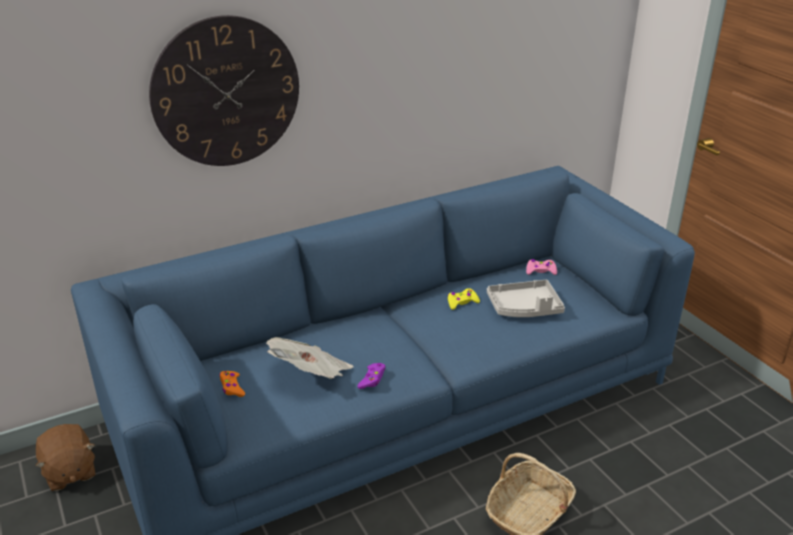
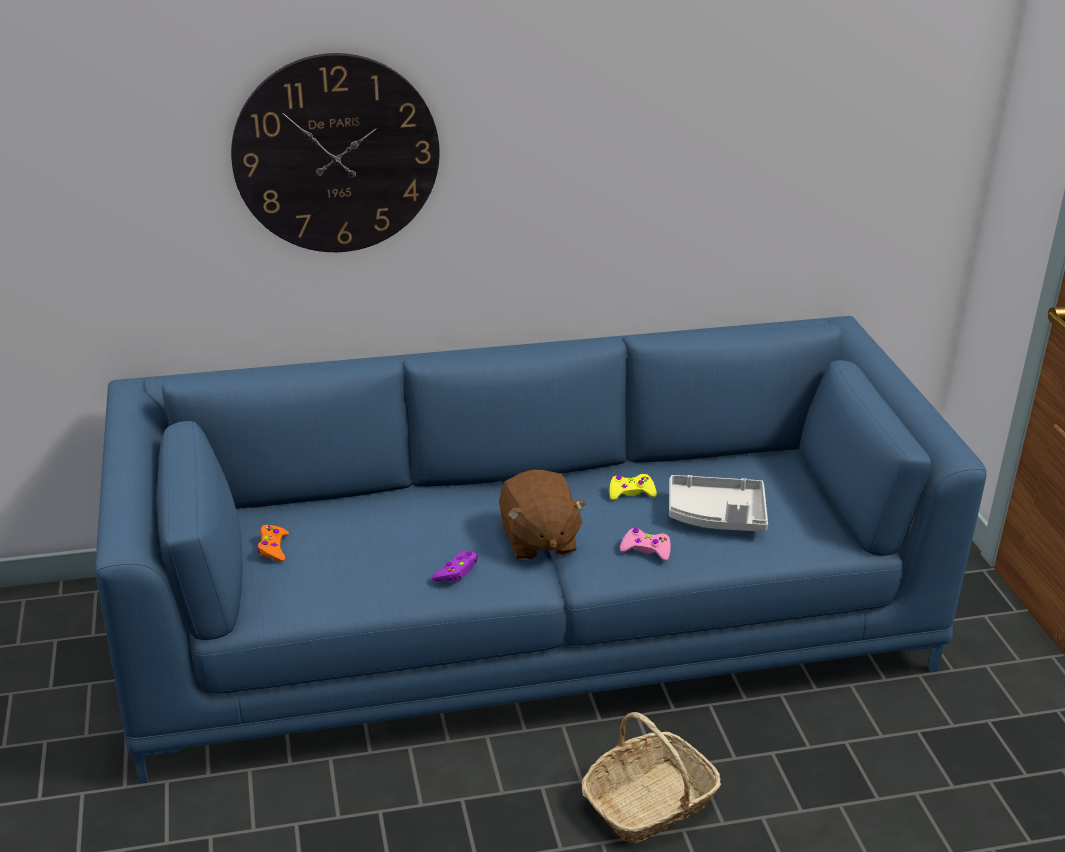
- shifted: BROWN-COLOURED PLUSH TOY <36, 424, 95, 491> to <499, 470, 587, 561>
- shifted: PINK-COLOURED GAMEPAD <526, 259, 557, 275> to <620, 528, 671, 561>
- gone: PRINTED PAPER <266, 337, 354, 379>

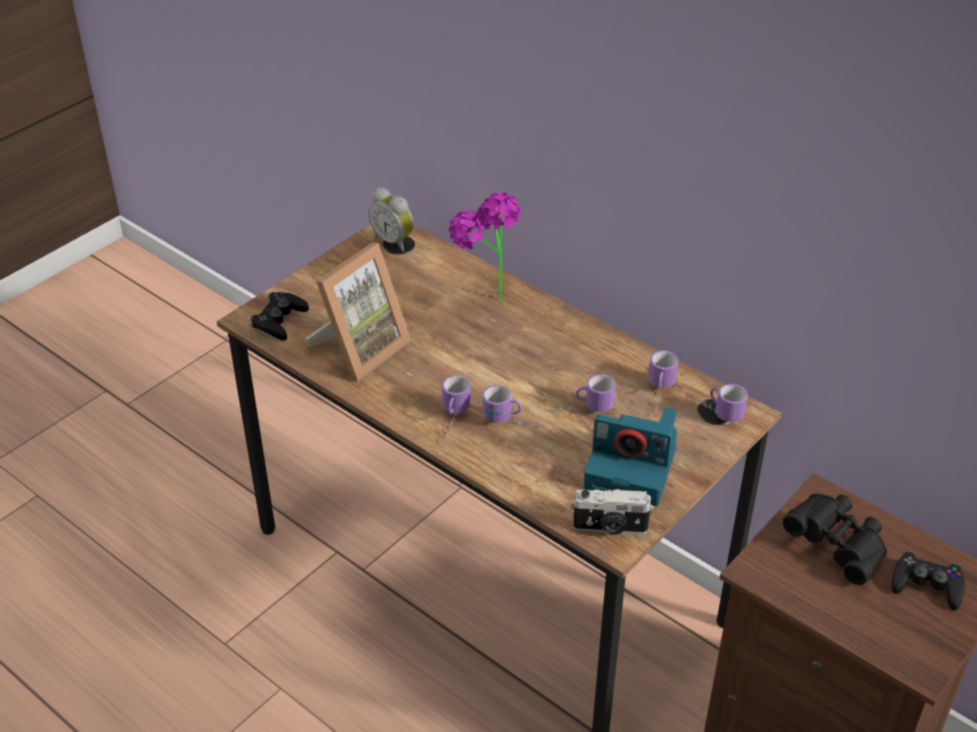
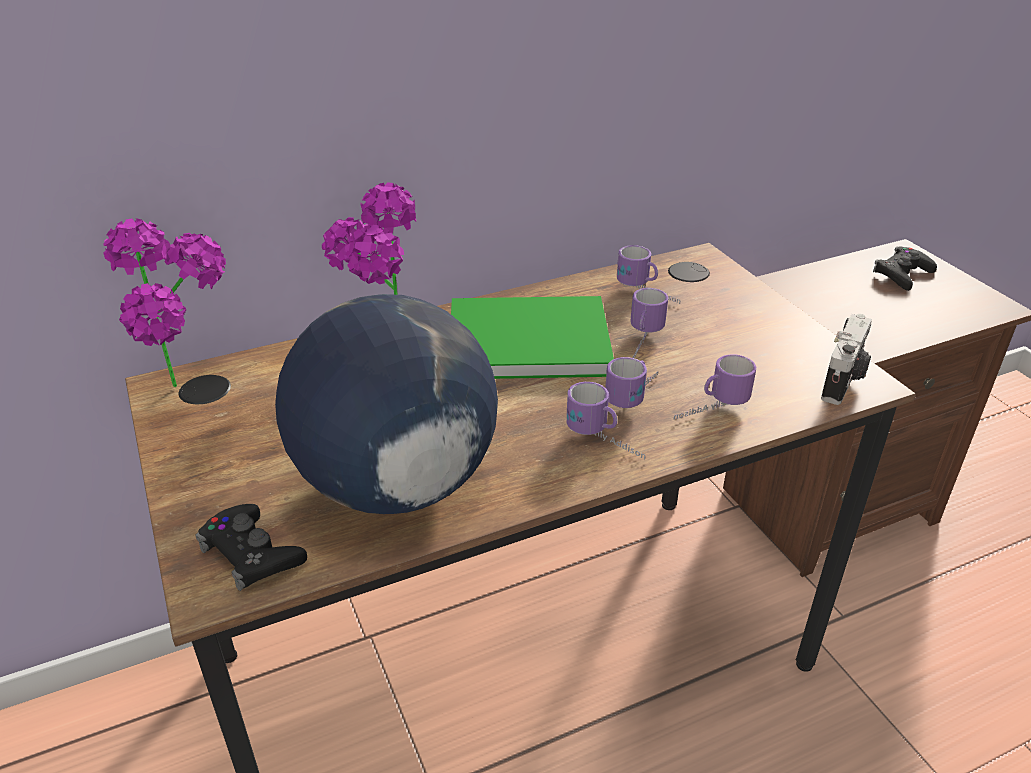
- swapped: BEDSIDE CLOCK <368, 188, 414, 252> to POTTED PLANT <103, 218, 226, 388>
- swapped: PICTURE FRAME <305, 242, 411, 381> to WORLD GLOBE <275, 294, 498, 514>
- new: GREENISH VOLUME <451, 296, 614, 379>
- shifted: TEA MUG <688, 384, 748, 422> to <674, 354, 756, 420>
- gone: PHOTO CAMERA <584, 408, 677, 506>
- gone: BLACKISH FIELD GLASSES <783, 494, 887, 585>

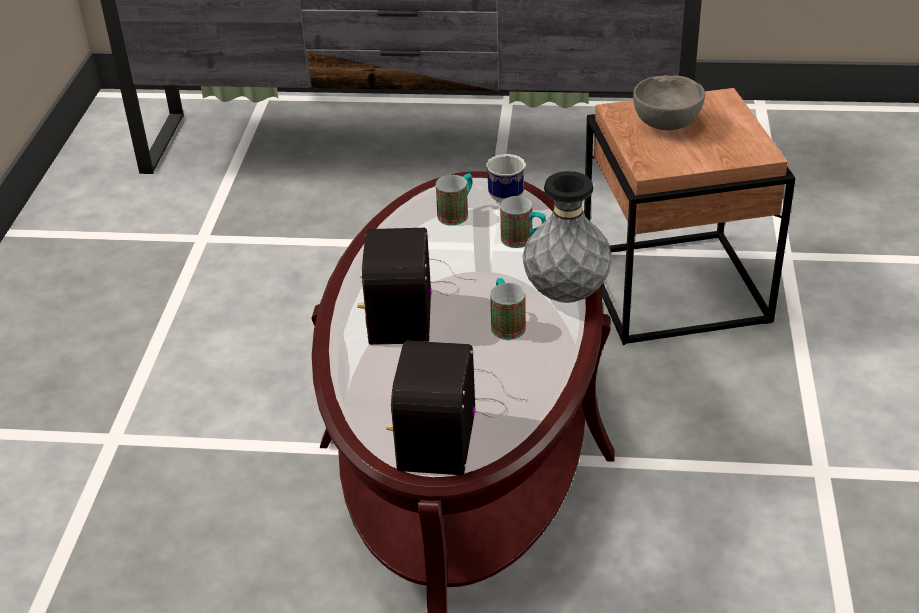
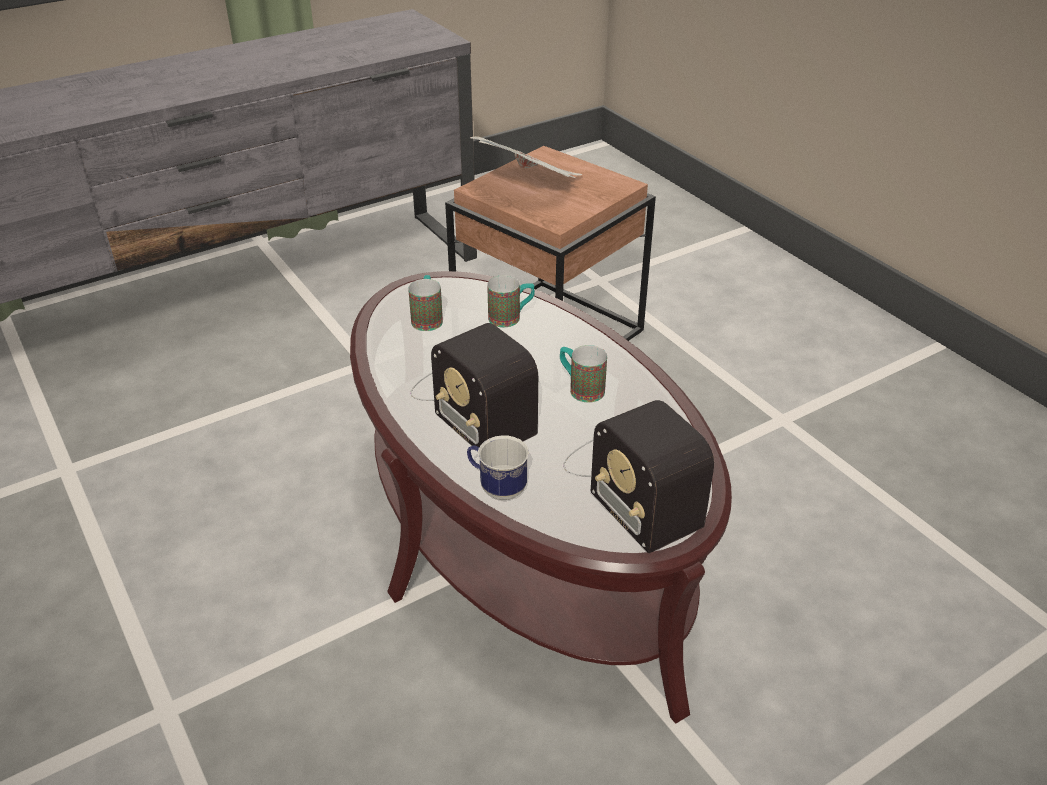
- shifted: TEA MUG <486, 154, 525, 203> to <467, 436, 529, 500>
- swapped: GREY BOWL <633, 75, 705, 130> to PRINTED PAPER <470, 136, 583, 178>
- gone: GREY VASE <523, 171, 612, 303>

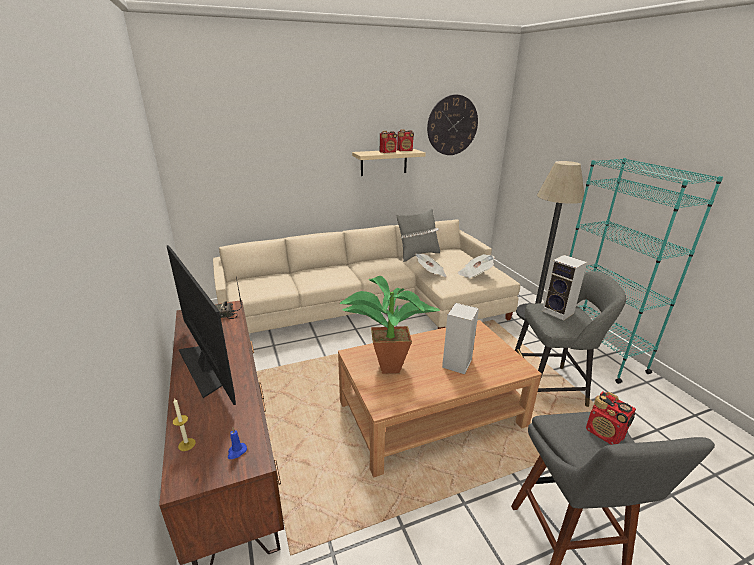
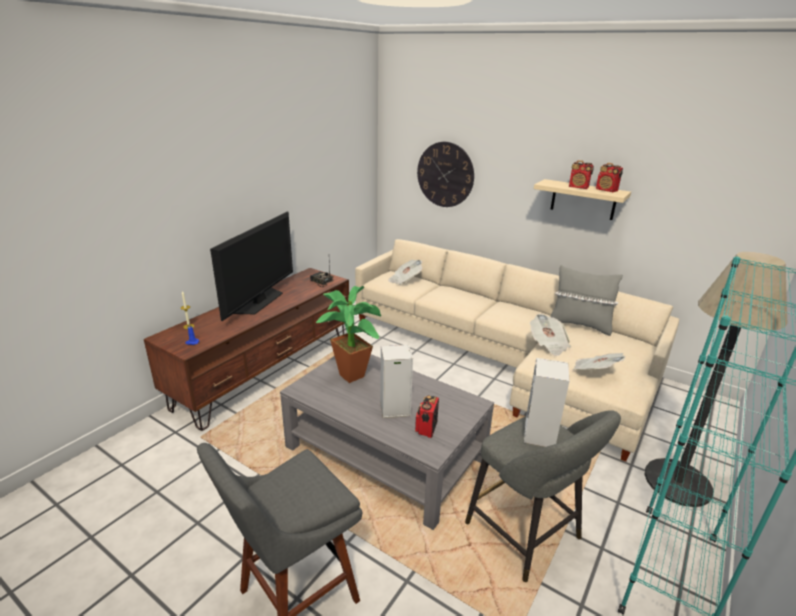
- repainted: BROWN-COLOURED LOW TABLE <338, 320, 542, 478> to GREY LOW TABLE <280, 354, 494, 530>
- new: PRINTED PAPER <388, 260, 422, 285>
- shifted: RADIO RECEIVER <586, 391, 636, 445> to <415, 395, 439, 438>
- shifted: HANGING CLOCK <427, 95, 478, 155> to <417, 142, 474, 207>

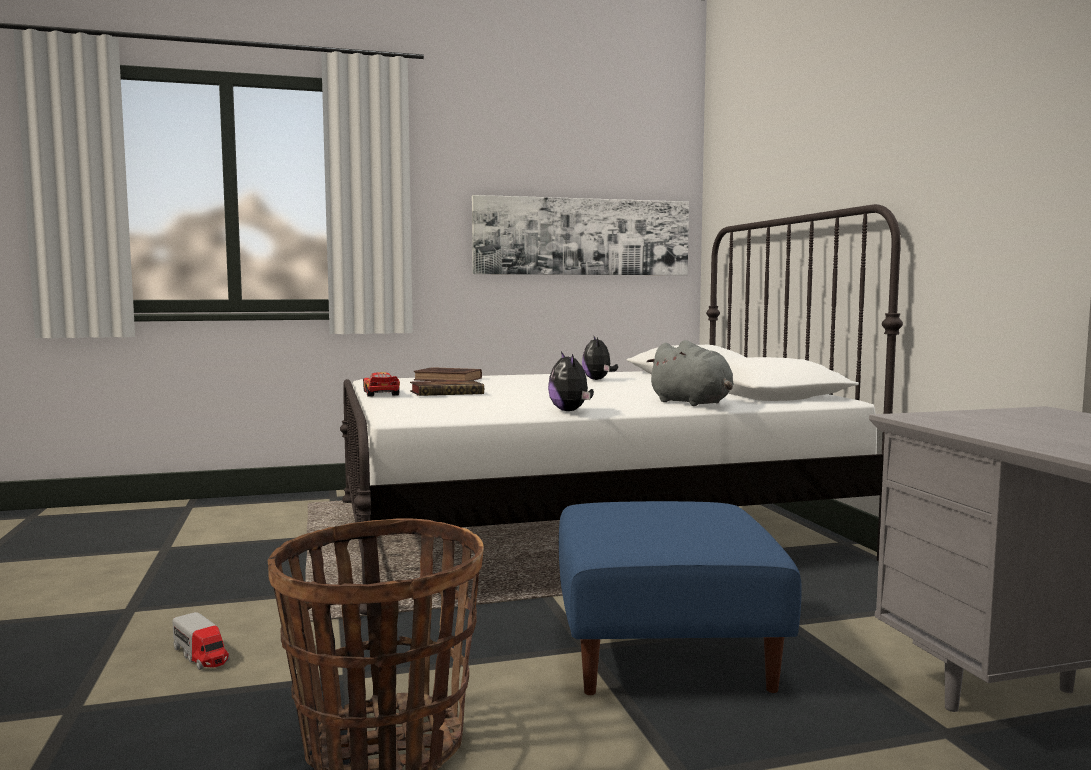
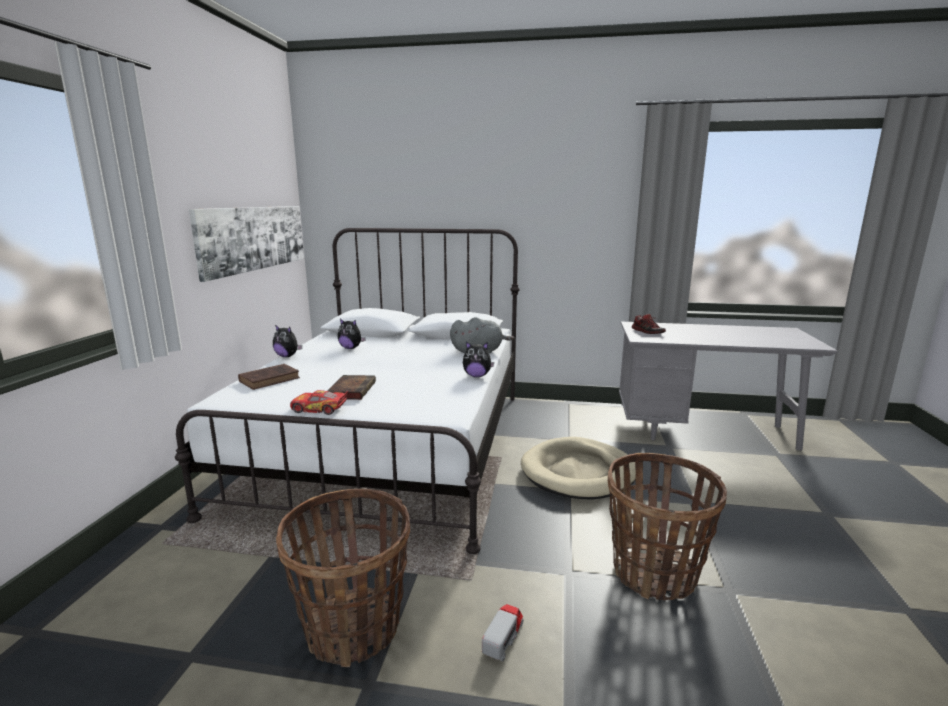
- new: PLUSH TOY <273, 325, 302, 357>
- new: BASKET <276, 489, 410, 667>
- rotated: TOY TRUCK <172, 612, 229, 670> = <482, 604, 523, 661> 45 degrees counterclockwise
- swapped: BLUE-COLOURED FOOTREST <559, 501, 802, 695> to SAND-COLOURED PET BED <521, 437, 636, 500>
- new: SHOE <632, 314, 666, 334>

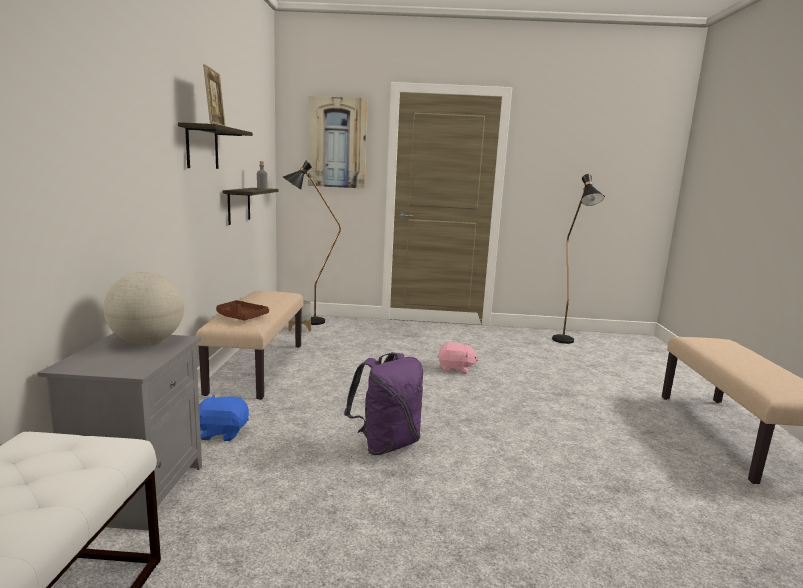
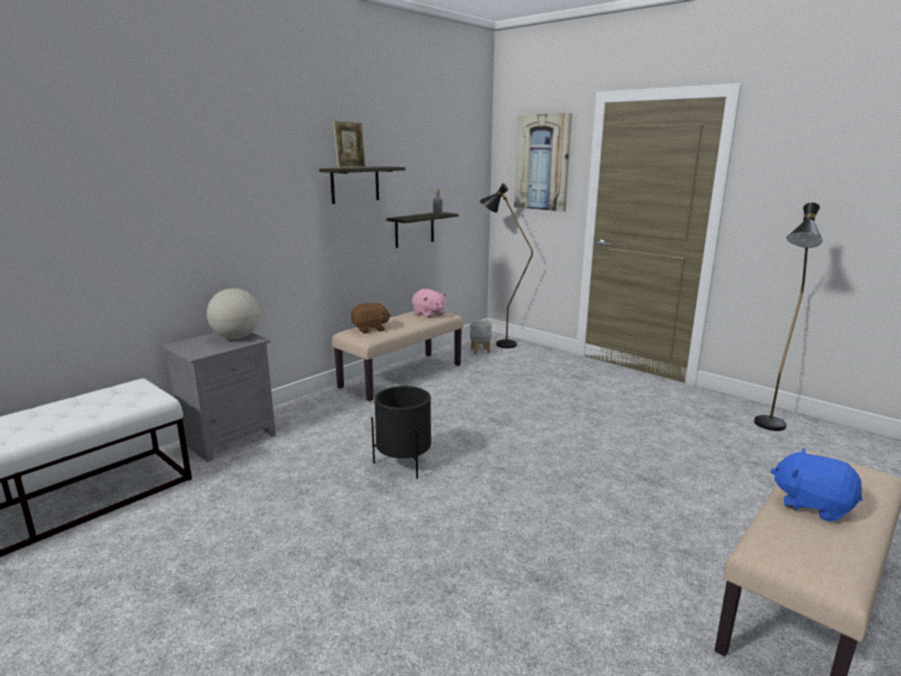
- swapped: BROWN-COLOURED CARRYING TRAY <216, 300, 269, 320> to BROWN-COLOURED PLUSH TOY <351, 303, 391, 334>
- swapped: PURPLE-COLOURED KNAPSACK <344, 352, 423, 455> to BLACKISH PLANT POT <371, 386, 431, 479>
- shifted: PINK-COLOURED PLUSH TOY <437, 342, 478, 374> to <412, 289, 446, 318>
- shifted: BLUE-COLOURED PLUSH TOY <199, 394, 249, 441> to <770, 448, 862, 522>

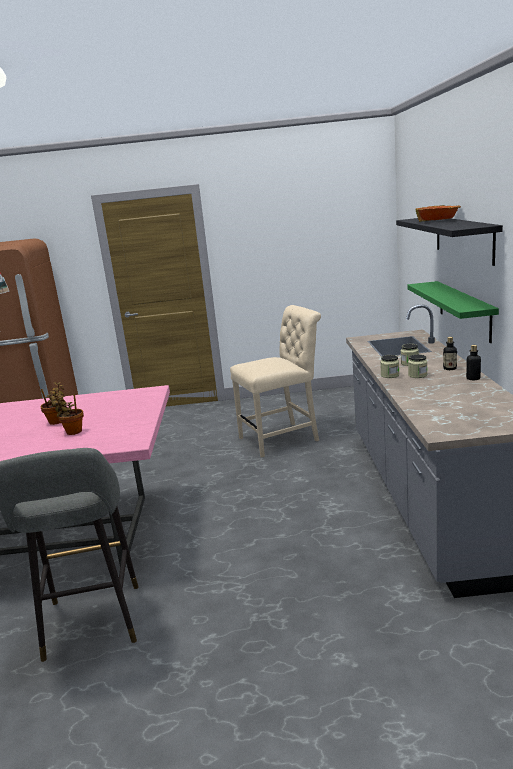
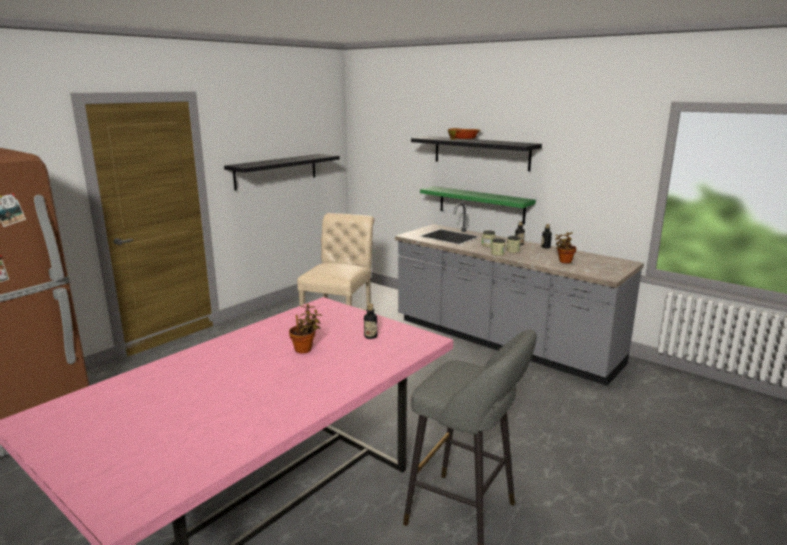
- new: BLACKISH WALL SHELF <224, 154, 340, 191>
- new: BEVERAGE BOTTLE <364, 304, 377, 339>
- shifted: POTTED PLANT <50, 393, 84, 435> to <555, 232, 576, 263>

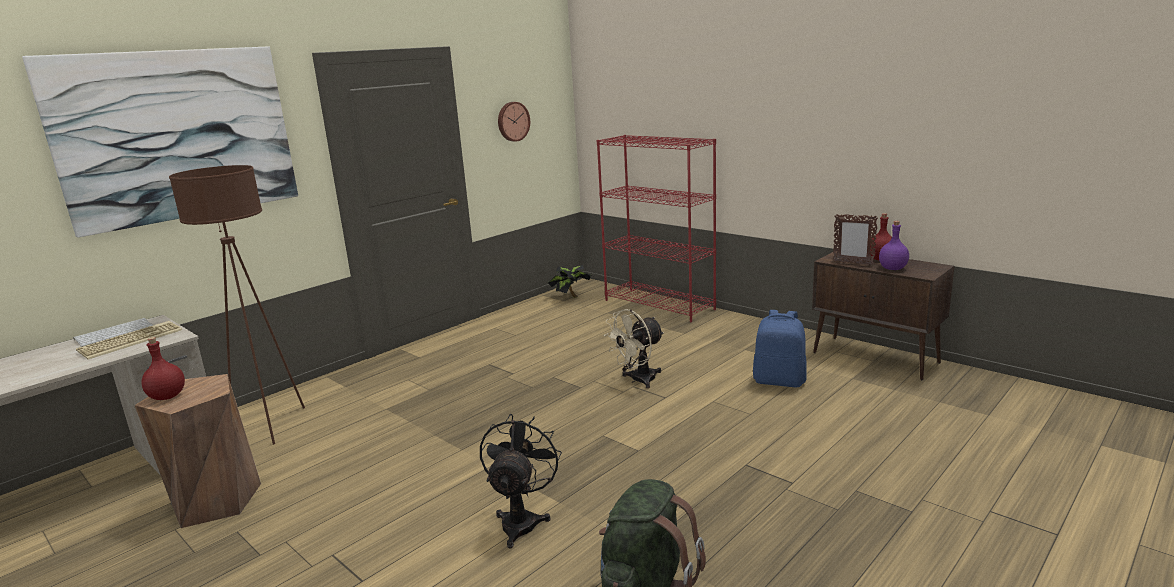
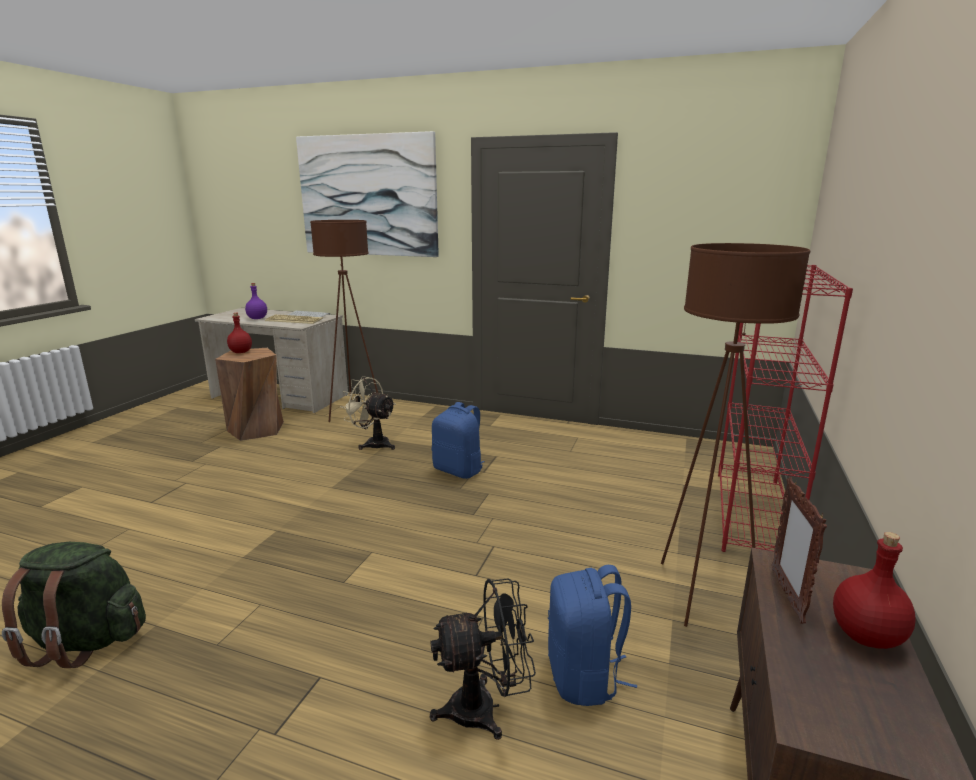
- shifted: PURPLE-COLOURED BEVERAGE BOTTLE <879, 221, 909, 270> to <245, 283, 267, 319>
- shifted: SAND-COLOURED FAN <604, 309, 664, 388> to <340, 376, 396, 450>
- shifted: BLACKISH FAN <480, 414, 562, 548> to <430, 578, 536, 740>
- new: BLUE-COLOURED KNAPSACK <432, 402, 484, 479>
- new: BROWN-COLOURED STANDARD LAMP <661, 243, 810, 627>
- gone: HANGING CLOCK <498, 102, 530, 142>
- gone: POTTED PLANT <548, 265, 591, 298>

